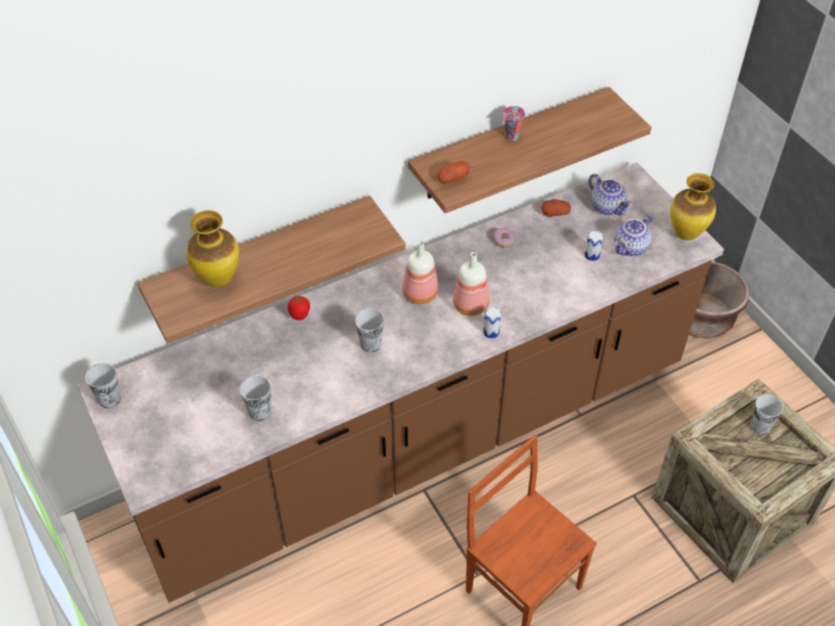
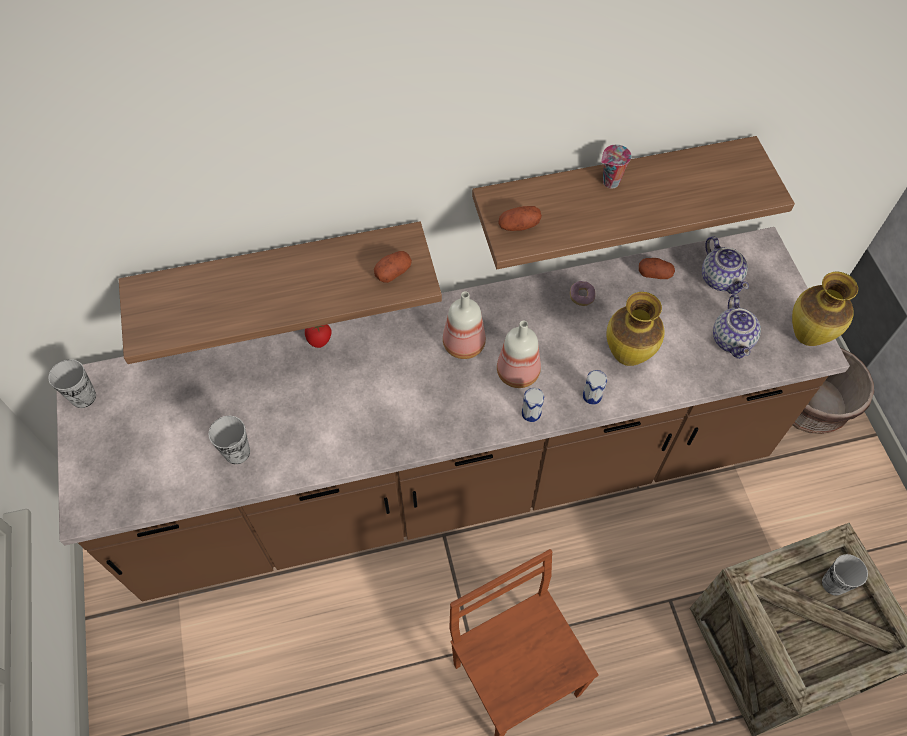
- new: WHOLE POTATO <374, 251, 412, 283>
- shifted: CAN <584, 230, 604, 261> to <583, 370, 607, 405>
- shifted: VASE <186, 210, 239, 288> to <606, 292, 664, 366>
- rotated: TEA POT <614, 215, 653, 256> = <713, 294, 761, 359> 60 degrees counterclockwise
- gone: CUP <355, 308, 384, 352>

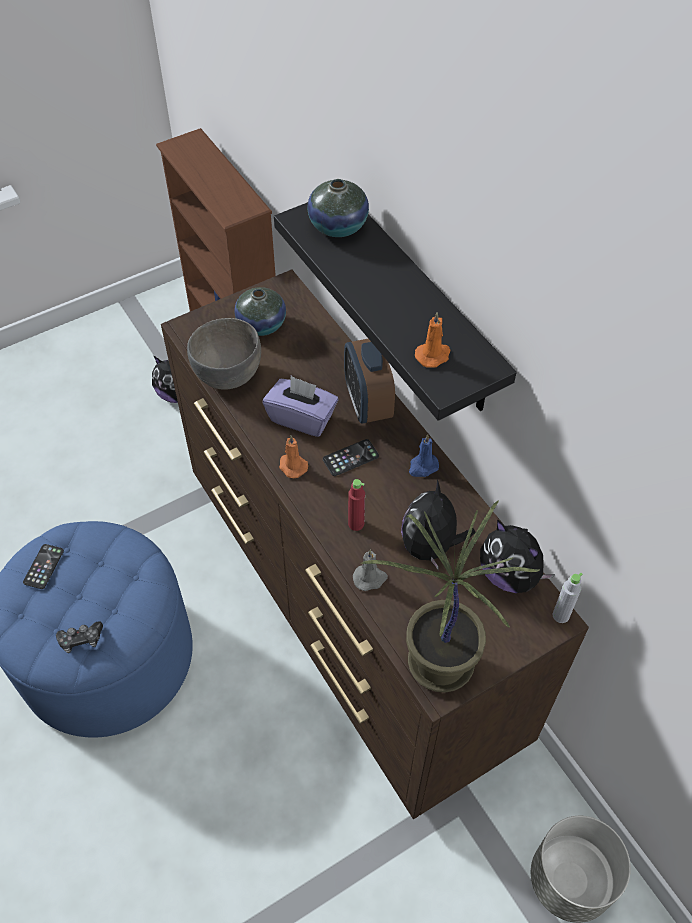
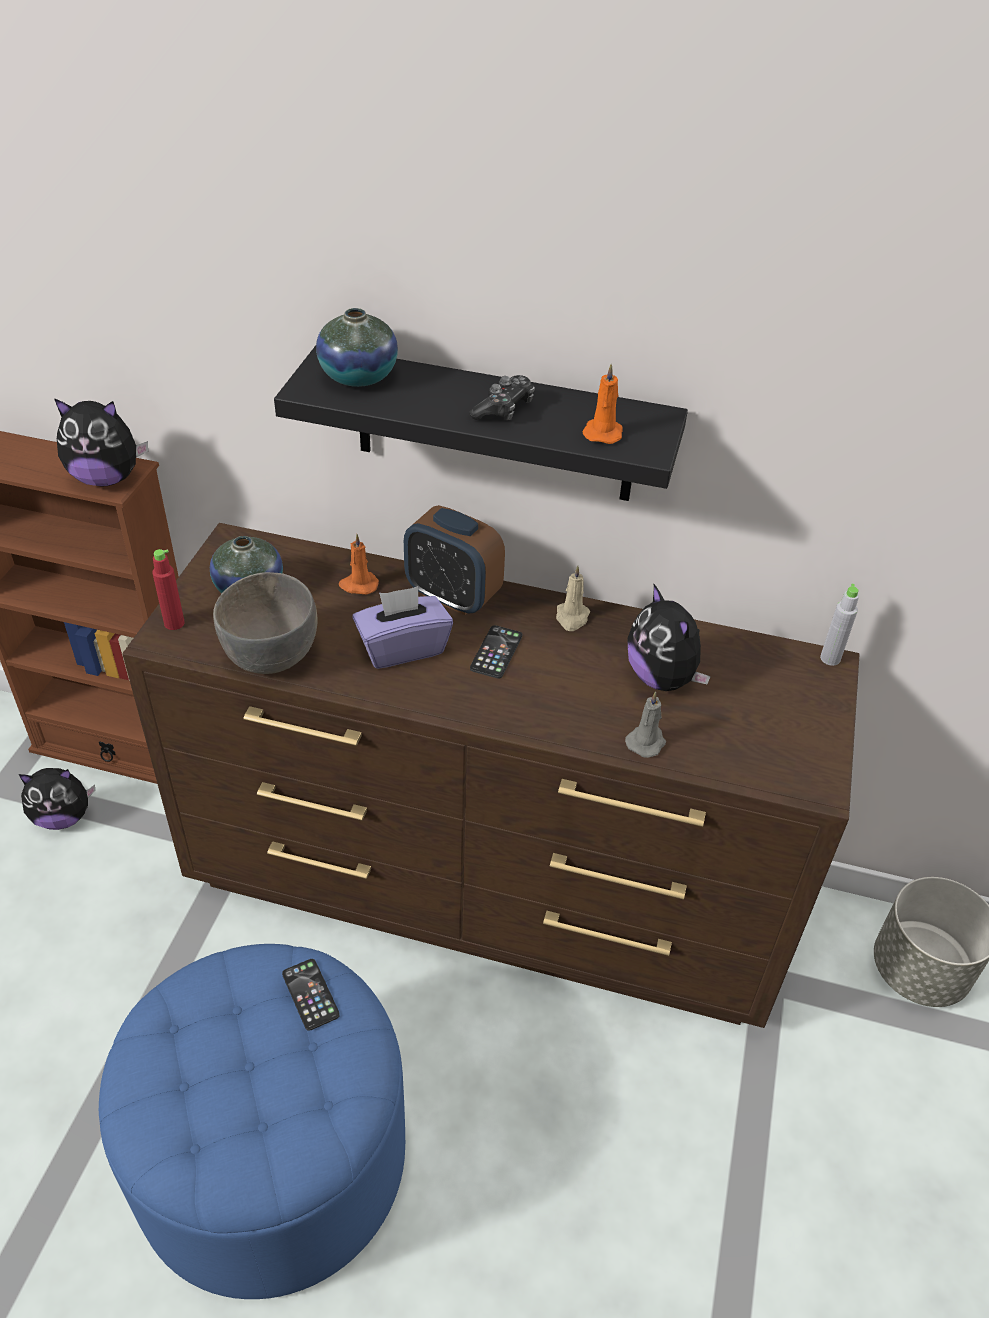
- shifted: PLUSH TOY <480, 520, 555, 593> to <54, 398, 148, 487>
- shifted: RED BEVERAGE BOTTLE <348, 479, 365, 531> to <152, 549, 185, 630>
- shifted: HANDSET <23, 544, 64, 589> to <282, 959, 340, 1031>
- shifted: ORANGEY WAX CANDLE <279, 435, 308, 478> to <339, 534, 379, 595>
- shifted: GAMEPAD <56, 621, 103, 653> to <469, 375, 535, 421>
- repainted: BLUE-COLOURED WAX CANDLE <409, 434, 439, 477> to SAND-COLOURED WAX CANDLE <556, 566, 590, 631>
- gone: POTTED PLANT <361, 500, 539, 692>

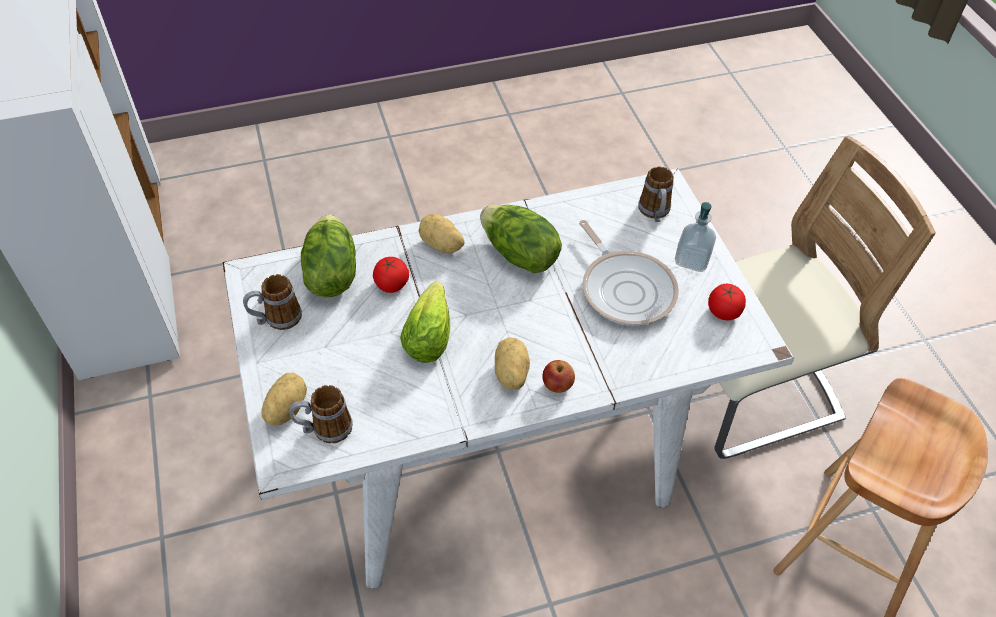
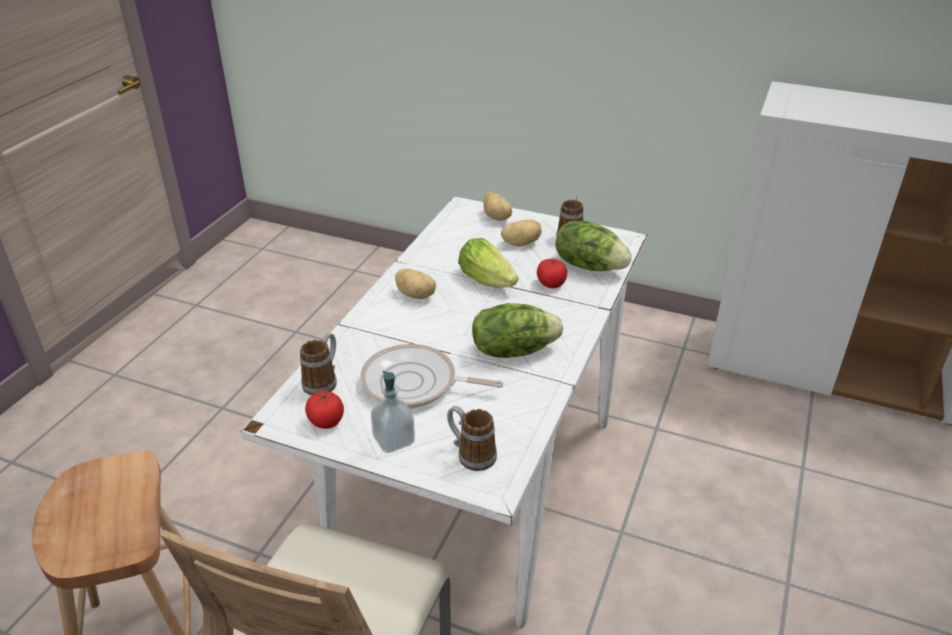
- shifted: TEA MUG <289, 385, 353, 443> to <300, 333, 337, 395>
- shifted: WHOLE POTATO <419, 213, 464, 253> to <501, 220, 542, 246>
- gone: APPLE <542, 360, 575, 393>

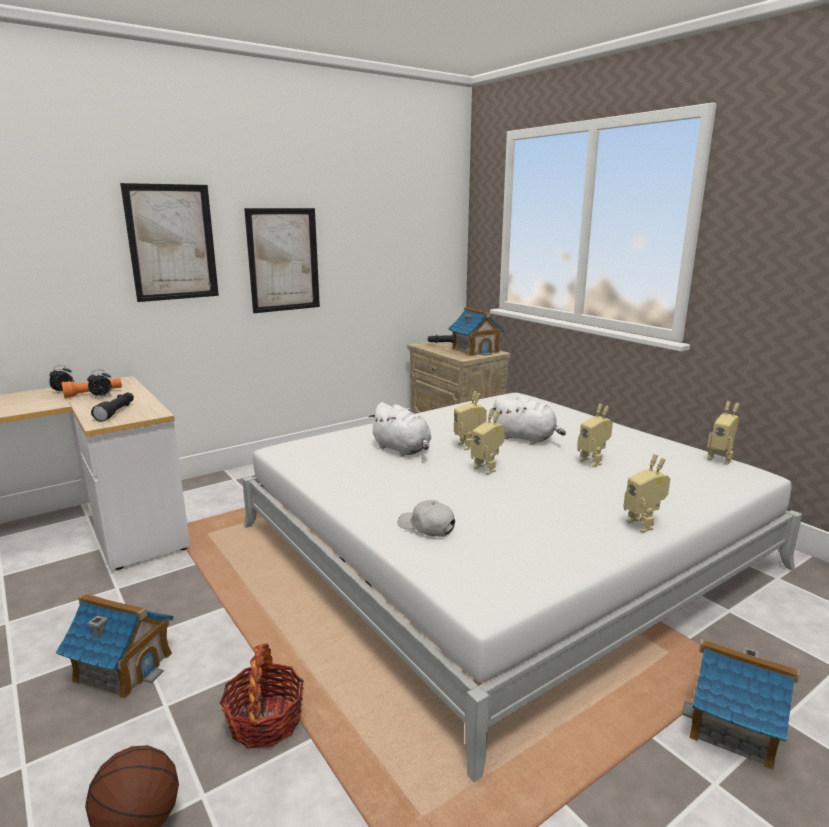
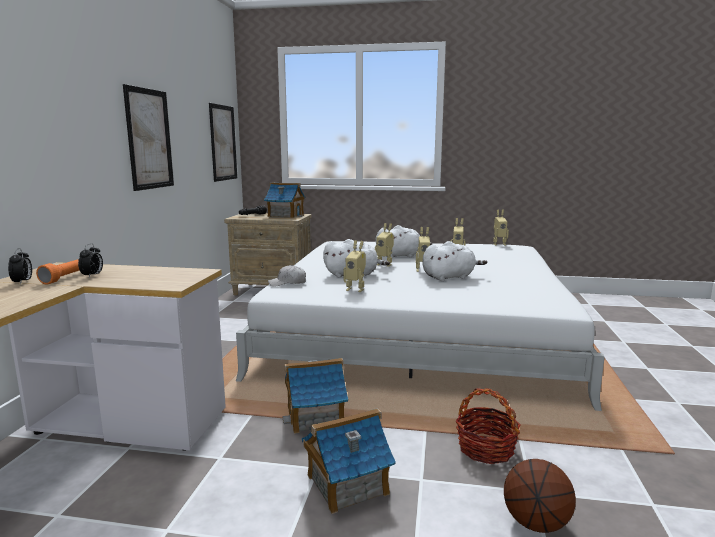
- shifted: WALL ART <120, 183, 219, 302> to <209, 103, 237, 182>
- shifted: WHITE-COLOURED PEAKED CAP <398, 500, 455, 537> to <268, 265, 306, 286>
- shifted: MODEL HOUSE <682, 639, 800, 771> to <282, 358, 348, 434>
- shifted: ROBOT FIGURE <623, 454, 670, 532> to <343, 240, 366, 292>
- new: WHITE-COLOURED PLUSH TOY <422, 241, 487, 281>
- gone: BLACKISH TORCH <91, 393, 134, 422>

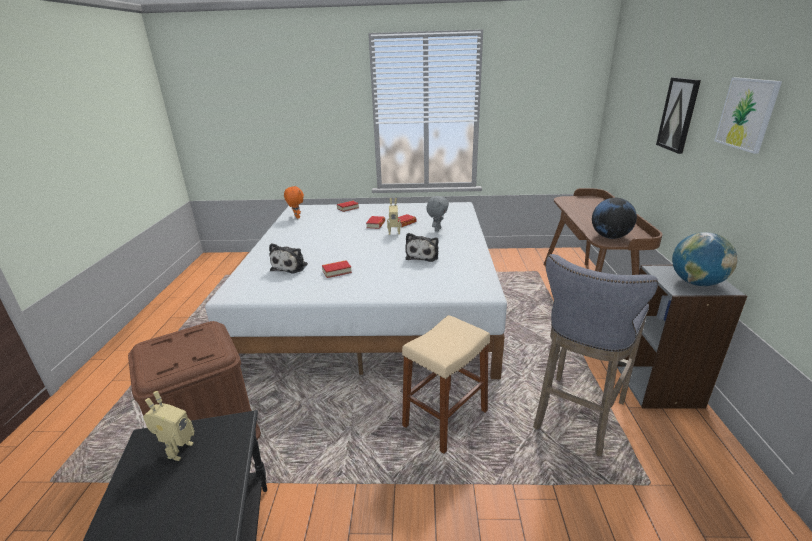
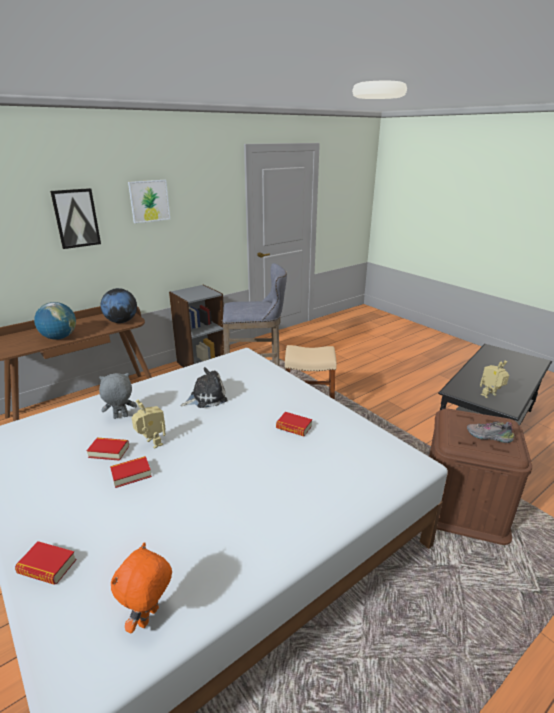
- shifted: WORLD GLOBE <672, 232, 738, 286> to <34, 302, 76, 340>
- new: SHOE <467, 421, 515, 443>
- gone: PLUSH TOY <269, 243, 308, 274>

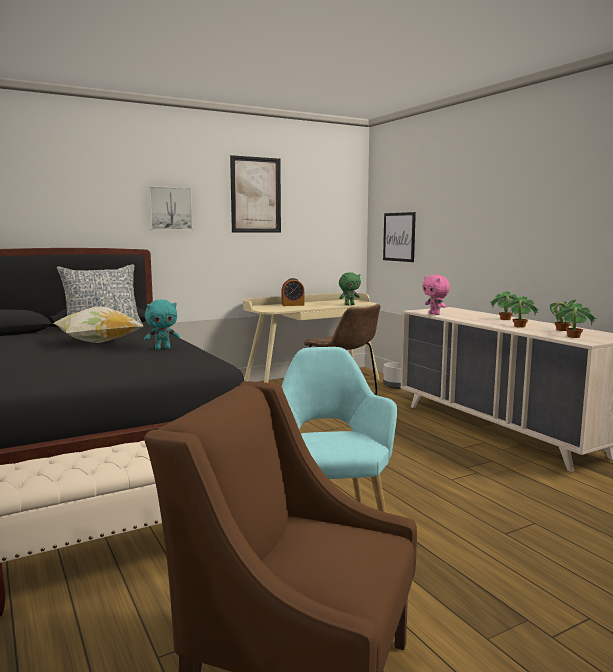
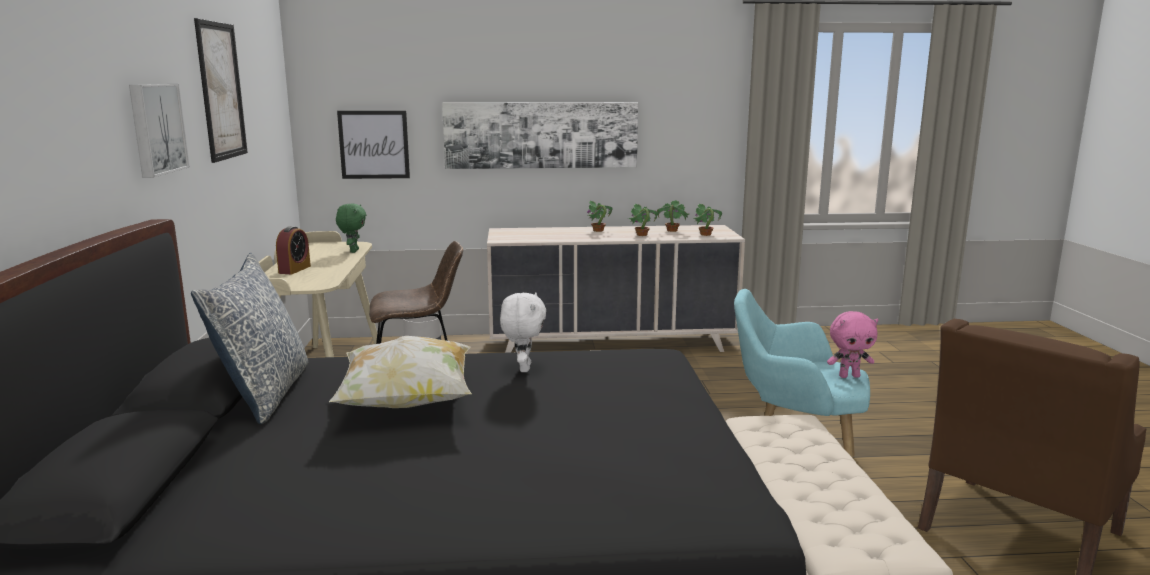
- new: WALL ART <442, 102, 638, 169>
- repainted: TURQUOISE PLUSH TOY <144, 300, 180, 350> to WHITE-COLOURED PLUSH TOY <500, 292, 546, 372>
- shifted: PINK-COLOURED PLUSH TOY <422, 275, 450, 315> to <827, 311, 879, 378>

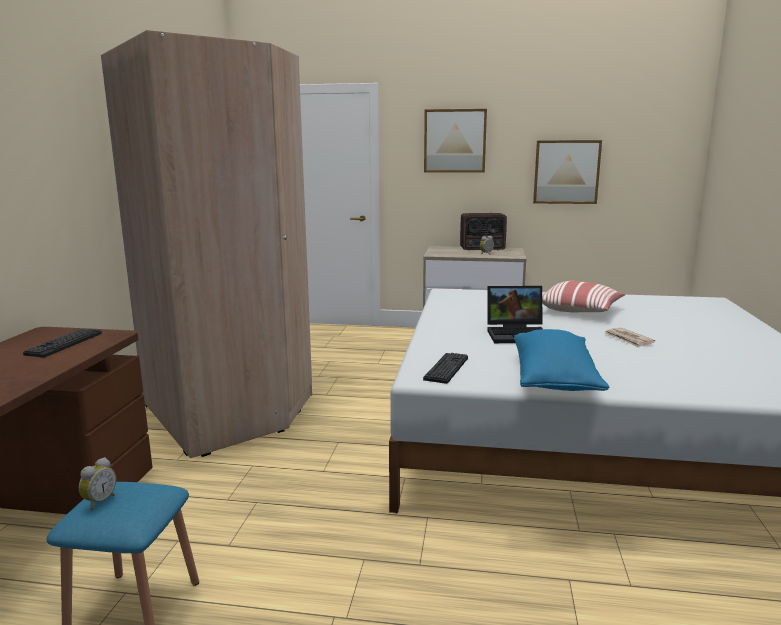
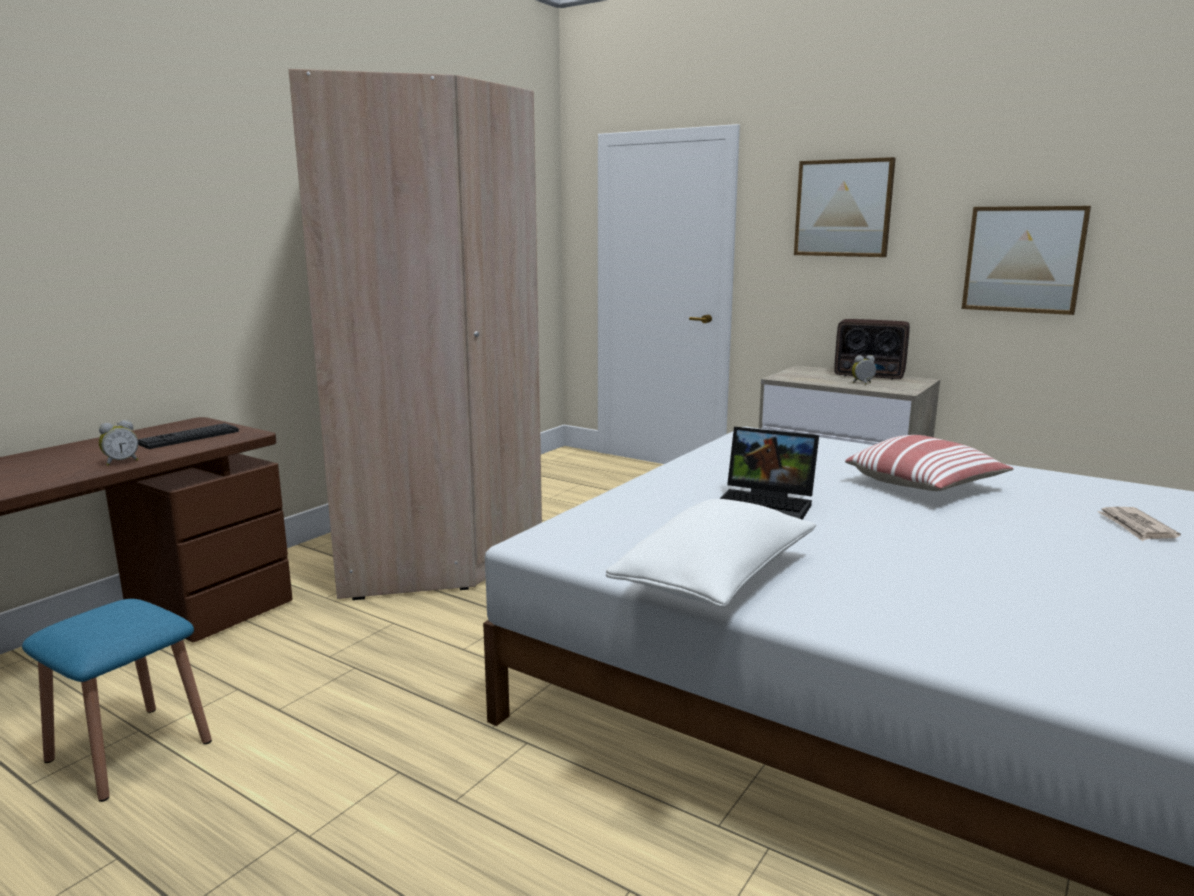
- shifted: BEDSIDE CLOCK <79, 457, 116, 510> to <99, 420, 138, 466>
- repainted: BLUE-COLOURED THROW PILLOW <514, 329, 609, 391> to WHITE-COLOURED THROW PILLOW <606, 499, 816, 607>
- shifted: PRINTED PAPER <605, 328, 655, 348> to <1097, 507, 1181, 541>
- gone: KEYBOARD <423, 353, 468, 384>

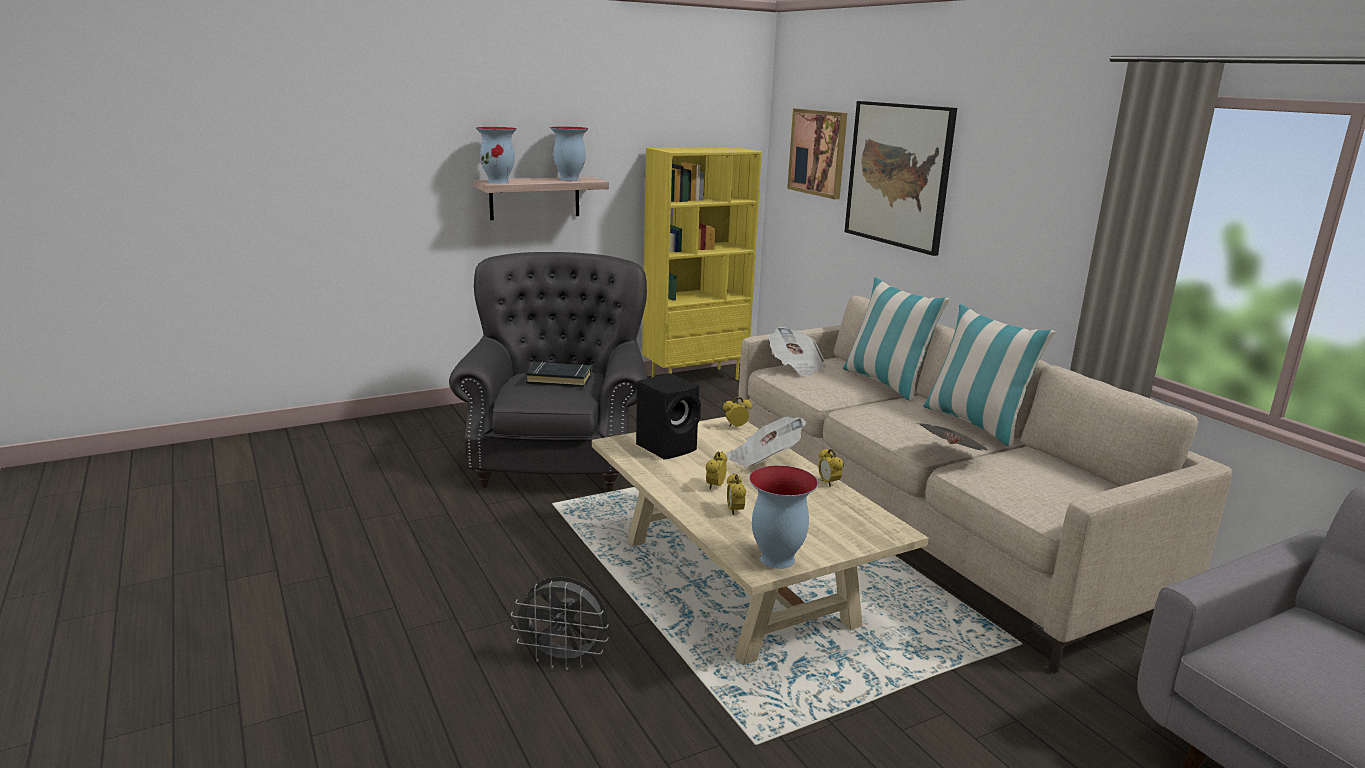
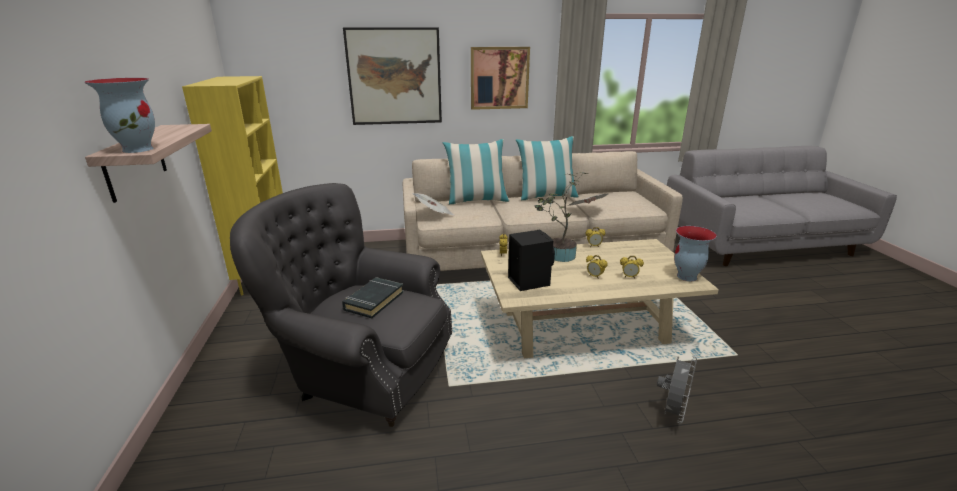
- shifted: WALL ART <787, 109, 847, 199> to <471, 47, 530, 110>
- swapped: PRINTED PAPER <726, 416, 806, 468> to POTTED PLANT <535, 172, 587, 262>
- gone: VASE <550, 126, 589, 181>

